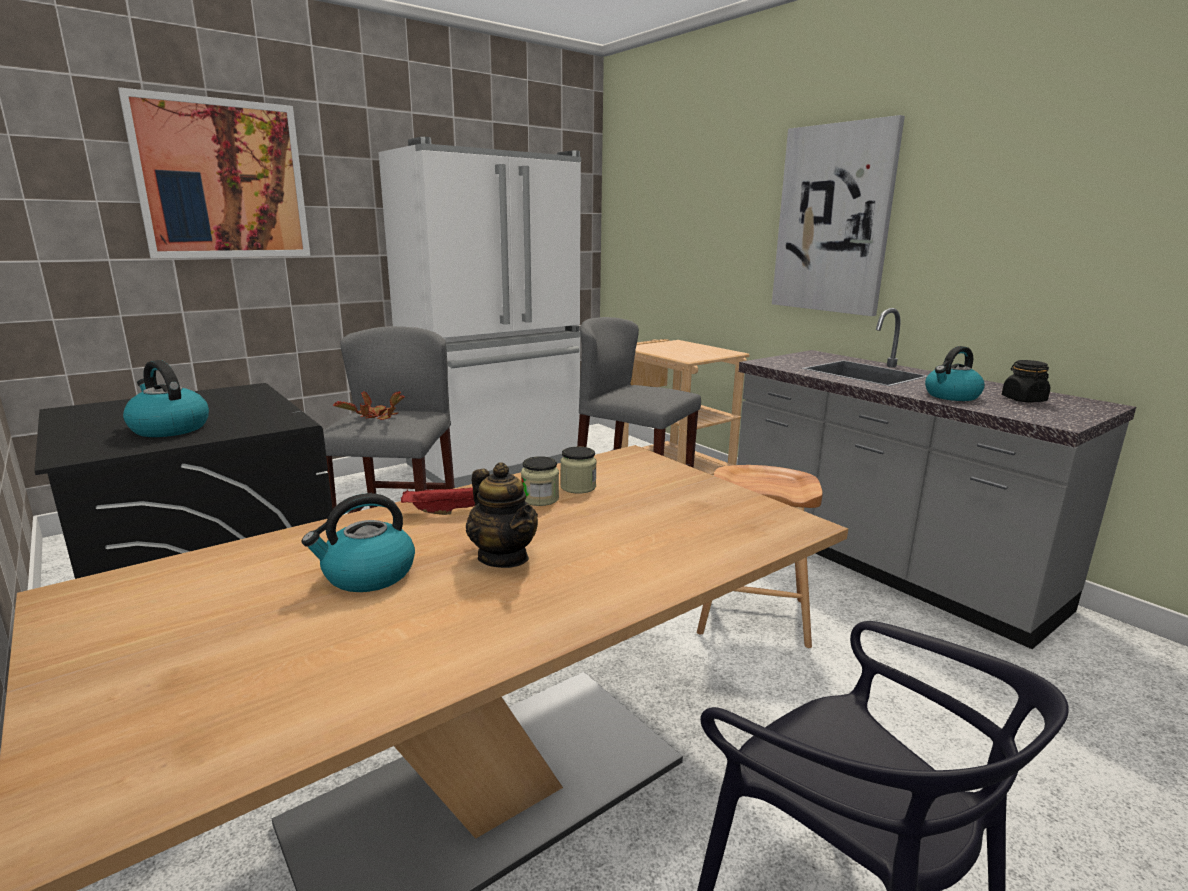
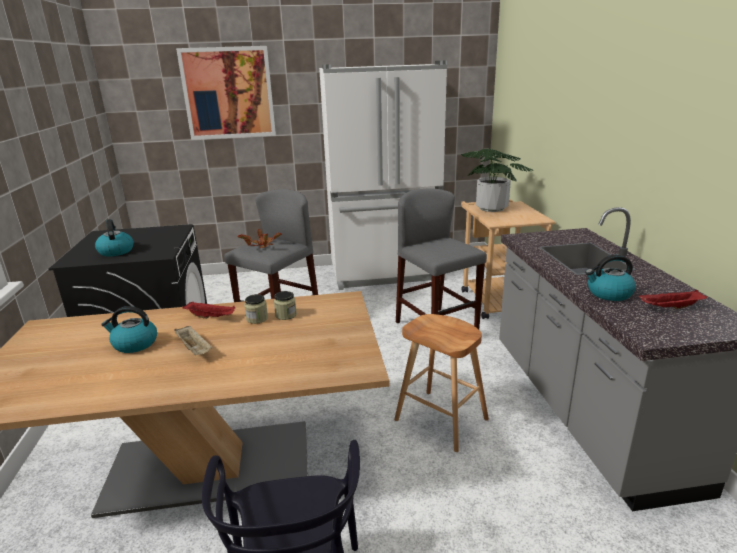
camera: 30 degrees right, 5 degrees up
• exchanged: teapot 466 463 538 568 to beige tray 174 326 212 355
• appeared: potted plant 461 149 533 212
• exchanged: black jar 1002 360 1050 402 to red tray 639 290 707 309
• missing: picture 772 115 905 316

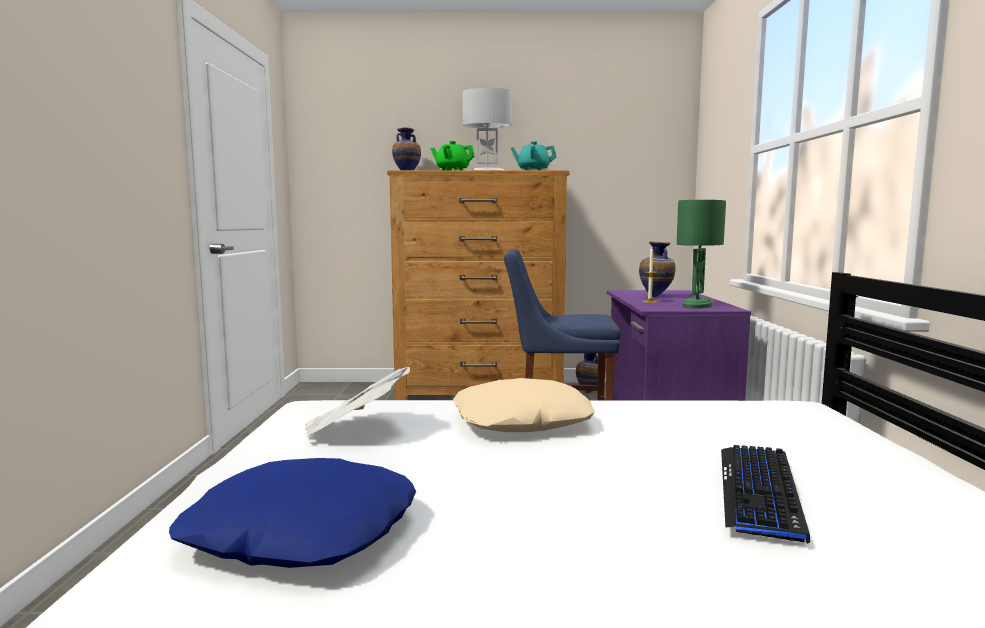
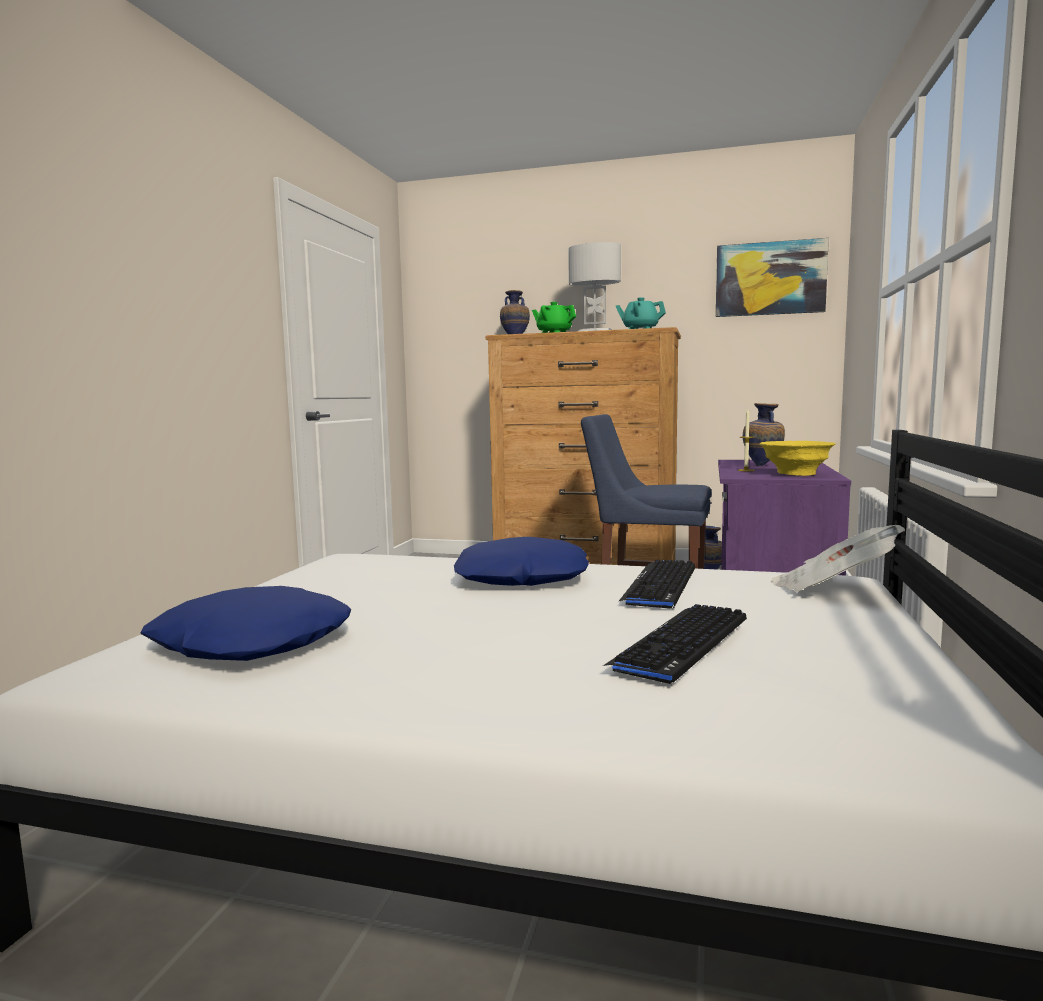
camera: 15 degrees right, 0 degrees up
• colour: beige pillow 453 378 595 432 to blue pillow 454 537 589 586
• appeared: keyboard 618 560 696 609
• appeared: picture 716 238 829 317
• exchanged: green table lamp 677 200 726 308 to yellow bowl 760 441 835 476
• relocated: newspaper 305 367 410 437 to 771 525 905 592

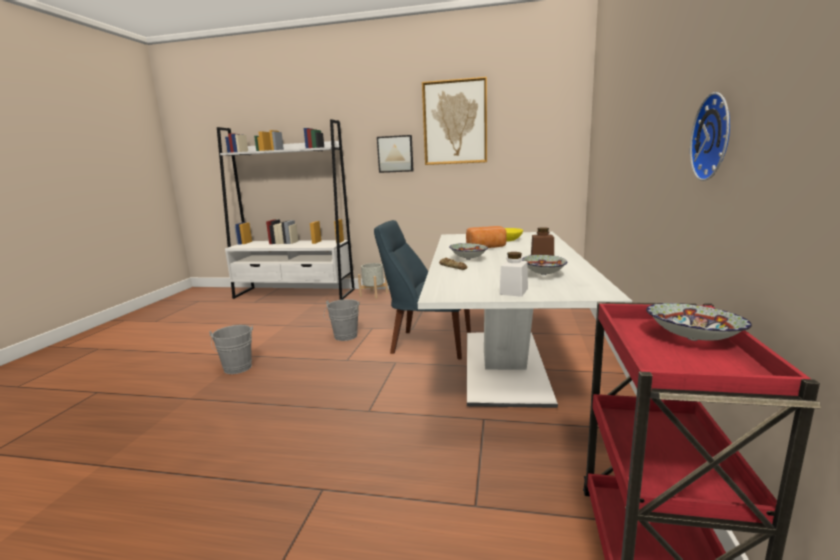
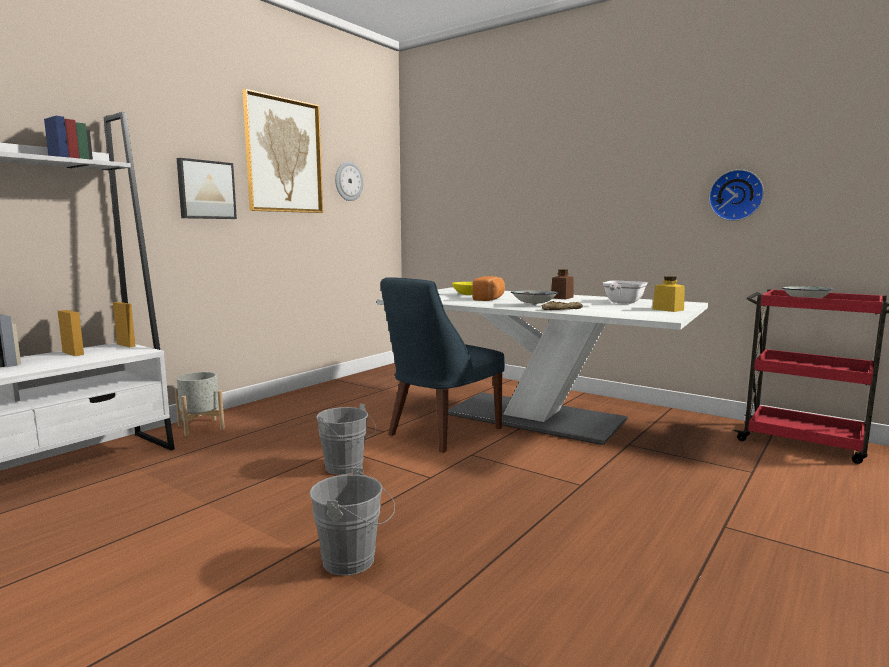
camera: 65 degrees left, 5 degrees down
• appeared: wall clock 335 161 363 201
• exchanged: bowl 522 255 567 275 to frying pan 603 281 648 304
• colour: white jar 499 252 528 297 to yellow jar 652 276 685 312

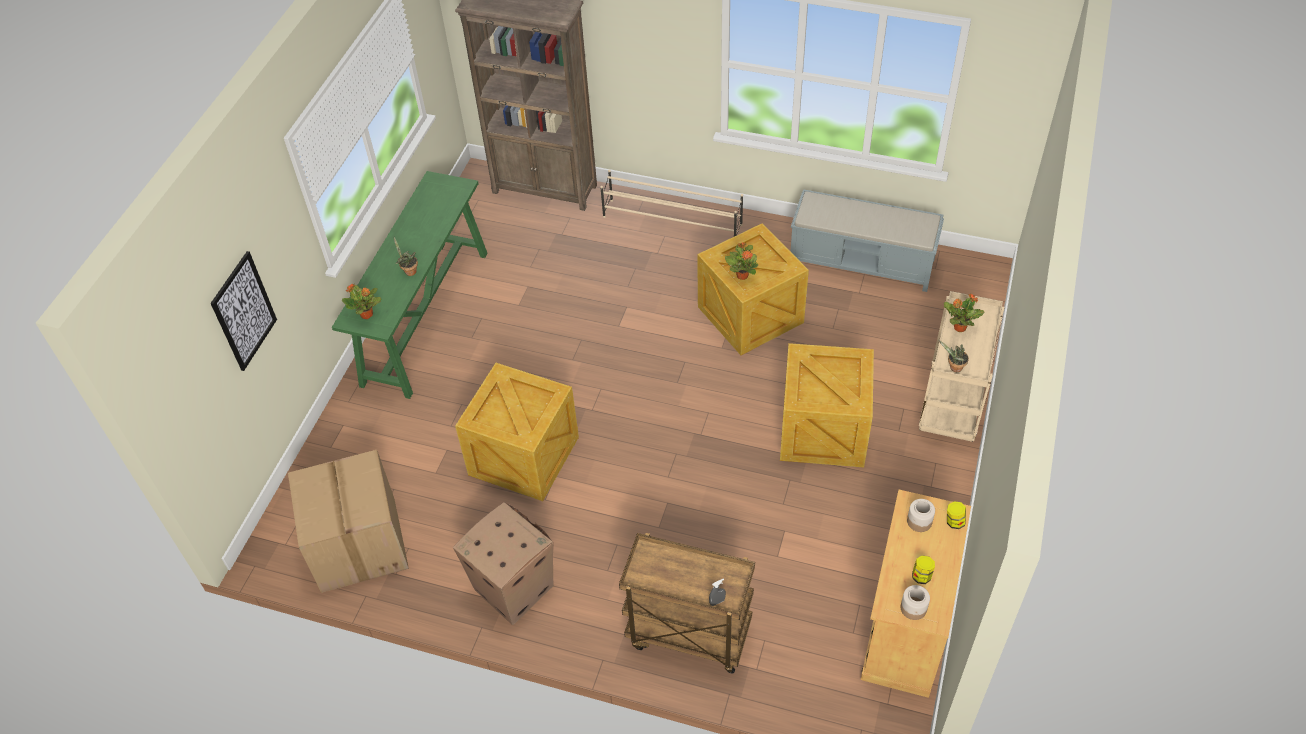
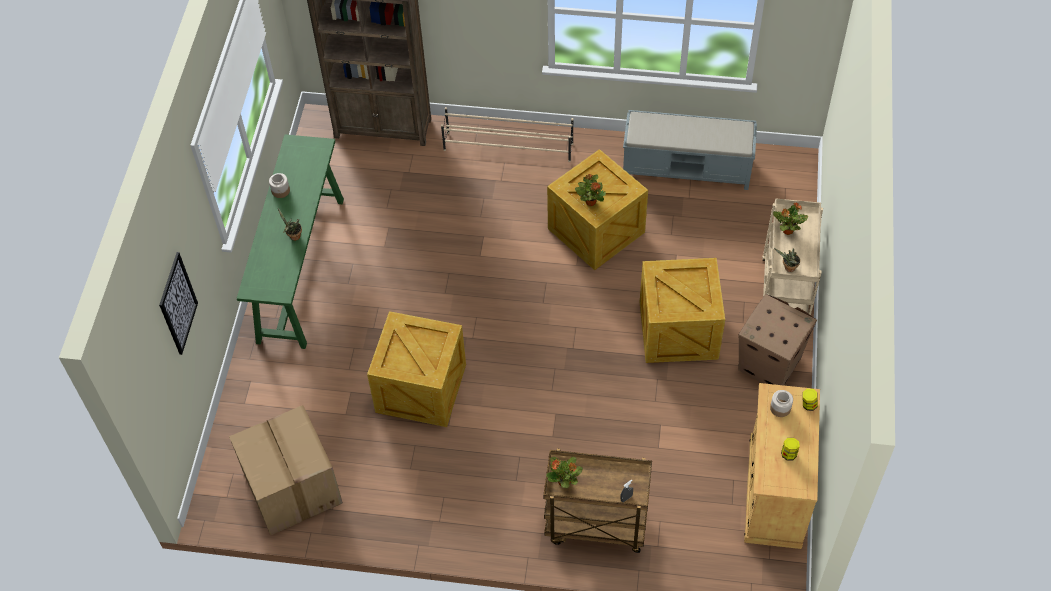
camera: 10 degrees left, 5 degrees up
• relocated: jar 901 585 930 620 to 269 173 290 198
• relocated: potted plant 342 284 382 319 to 546 457 583 488
• relocated: cardboard box 453 502 554 625 to 738 294 817 386

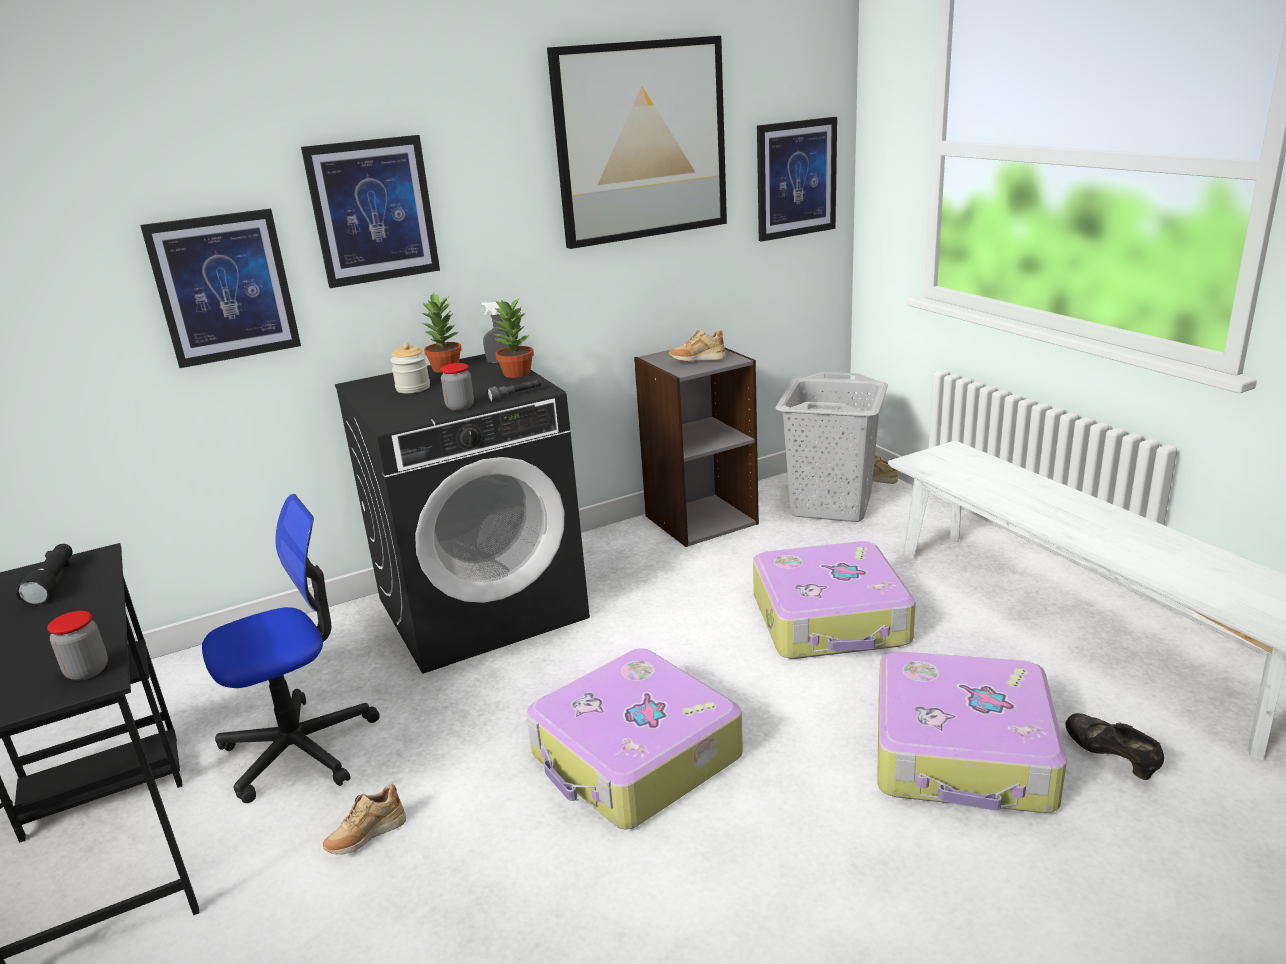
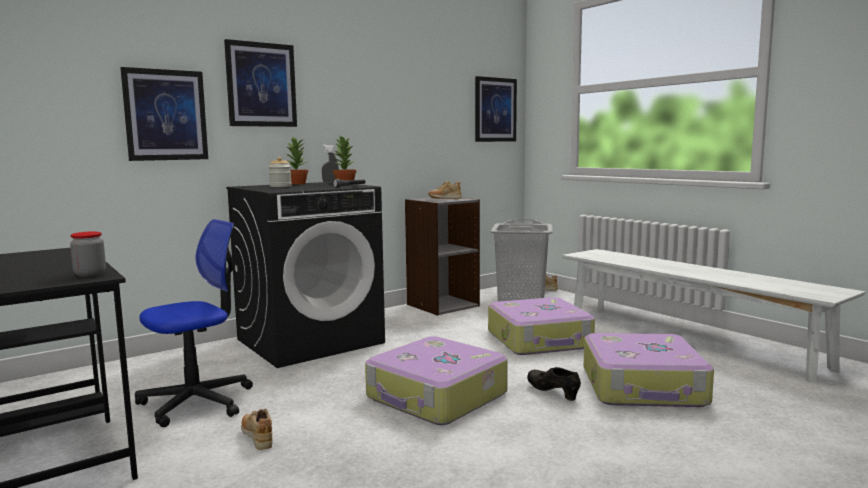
camera: 10 degrees left, 15 degrees down
• spun: beige shoe 323 783 406 855 = 241 409 273 450 105 degrees clockwise
• relocated: black shoe 1066 713 1164 780 to 527 367 581 401
• missing: black flashlight 16 544 73 607
• missing: jar 440 363 474 411
• missing: picture 547 36 727 249

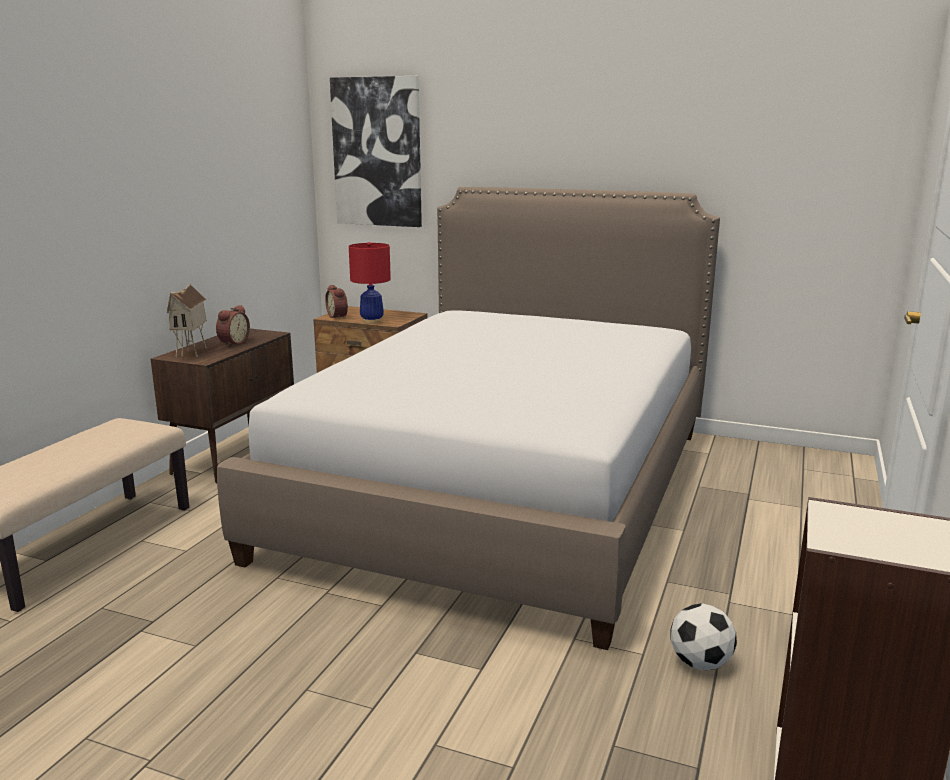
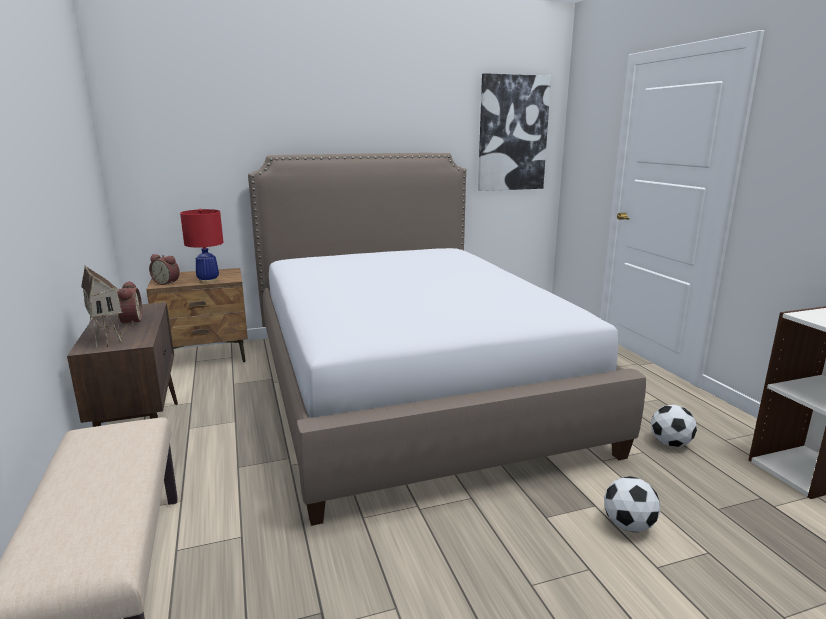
camera: 40 degrees left, 0 degrees up
• relocated: picture 330 76 422 227 to 478 73 551 191
• appeared: football 604 476 661 532

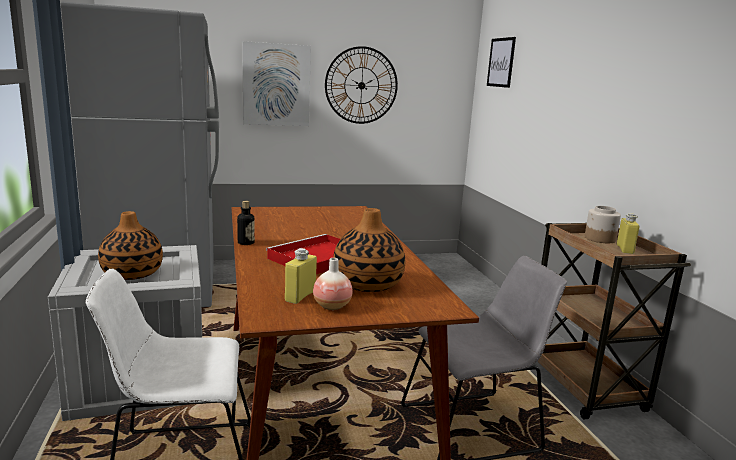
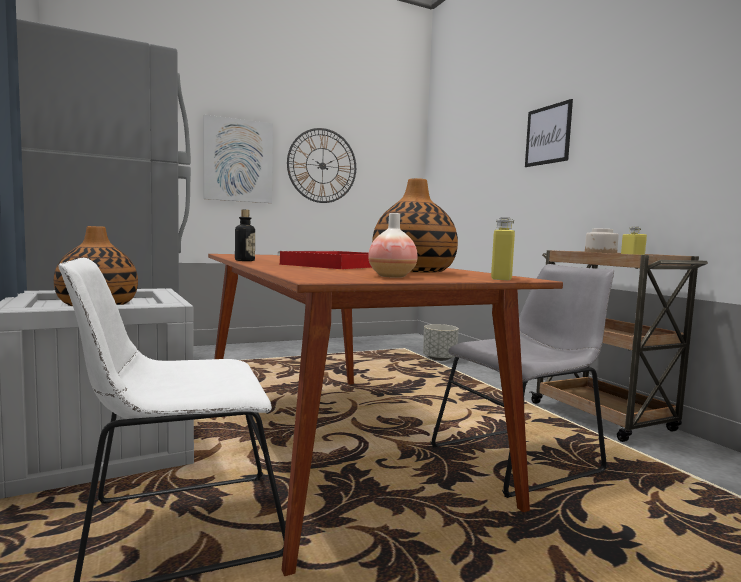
camera: 10 degrees left, 10 degrees down
• appeared: grey planter 423 324 459 361
• relocated: yellow bottle 285 248 317 304 to 491 217 515 280
• relocated: picture 487 37 516 88 to 525 99 573 167

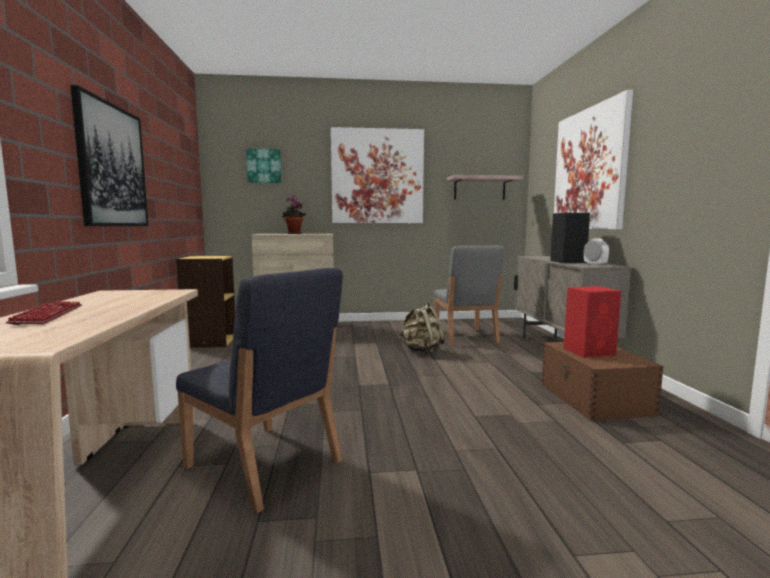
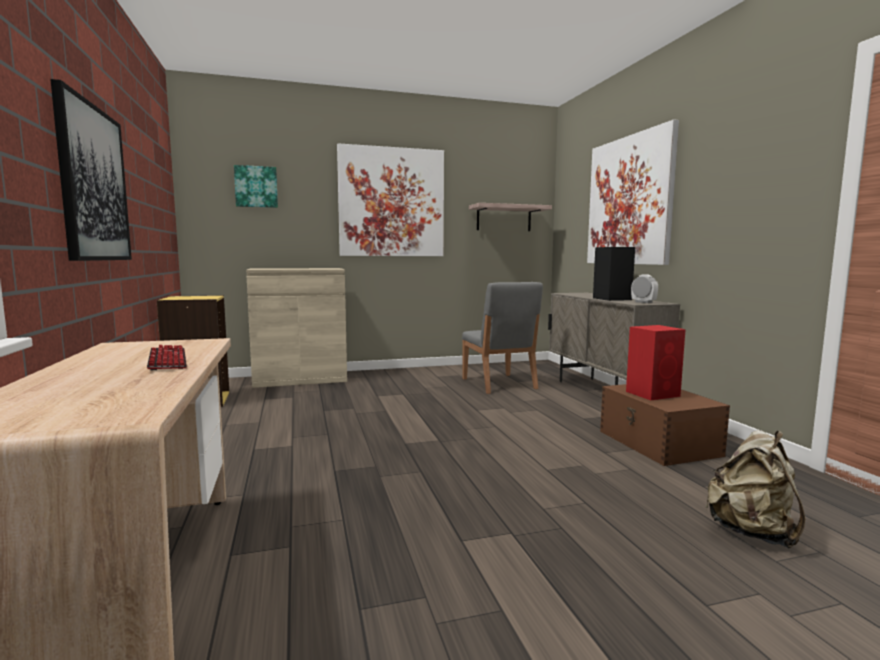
camera: 10 degrees left, 0 degrees up
• relocated: keyboard 6 301 82 325 to 147 345 187 371
• relocated: beige backpack 400 302 445 354 to 705 430 805 549
• missing: blue chair 176 268 343 513
• missing: potted plant 282 195 306 234

